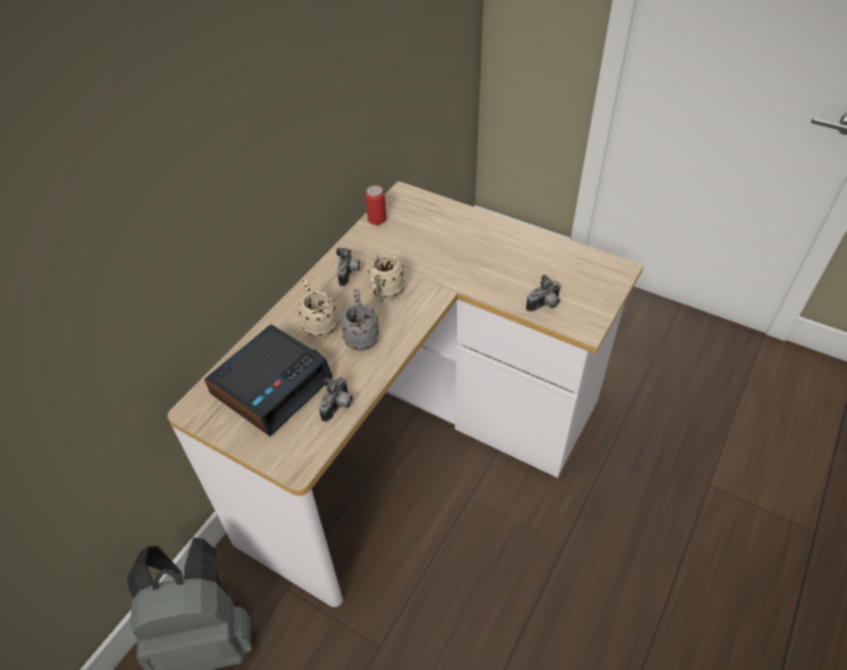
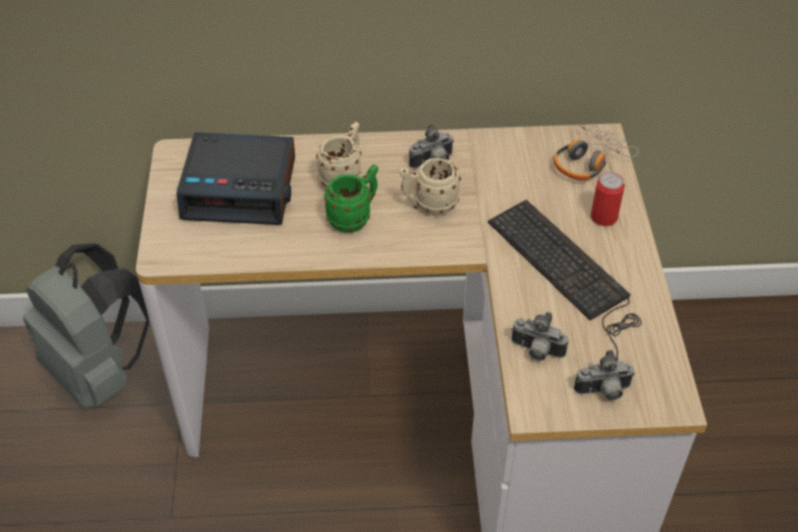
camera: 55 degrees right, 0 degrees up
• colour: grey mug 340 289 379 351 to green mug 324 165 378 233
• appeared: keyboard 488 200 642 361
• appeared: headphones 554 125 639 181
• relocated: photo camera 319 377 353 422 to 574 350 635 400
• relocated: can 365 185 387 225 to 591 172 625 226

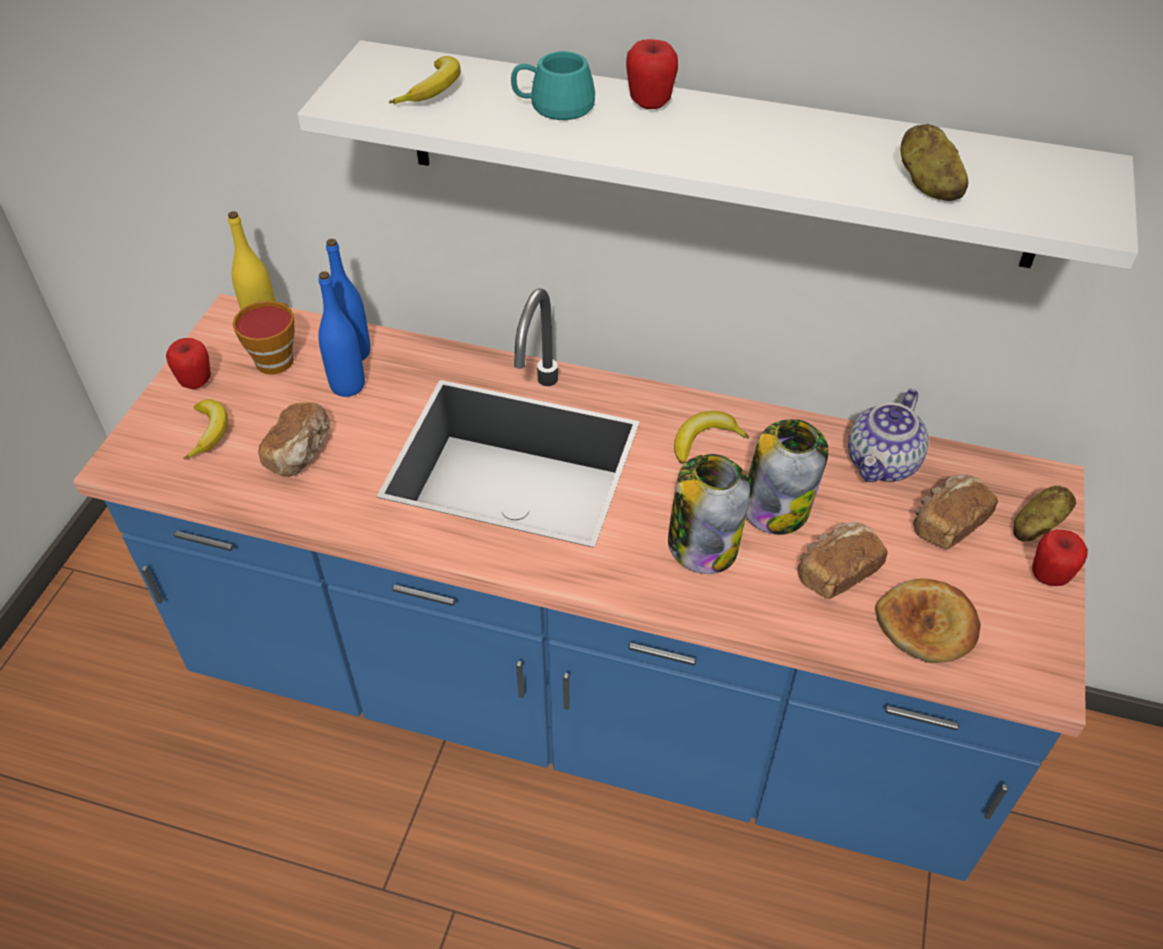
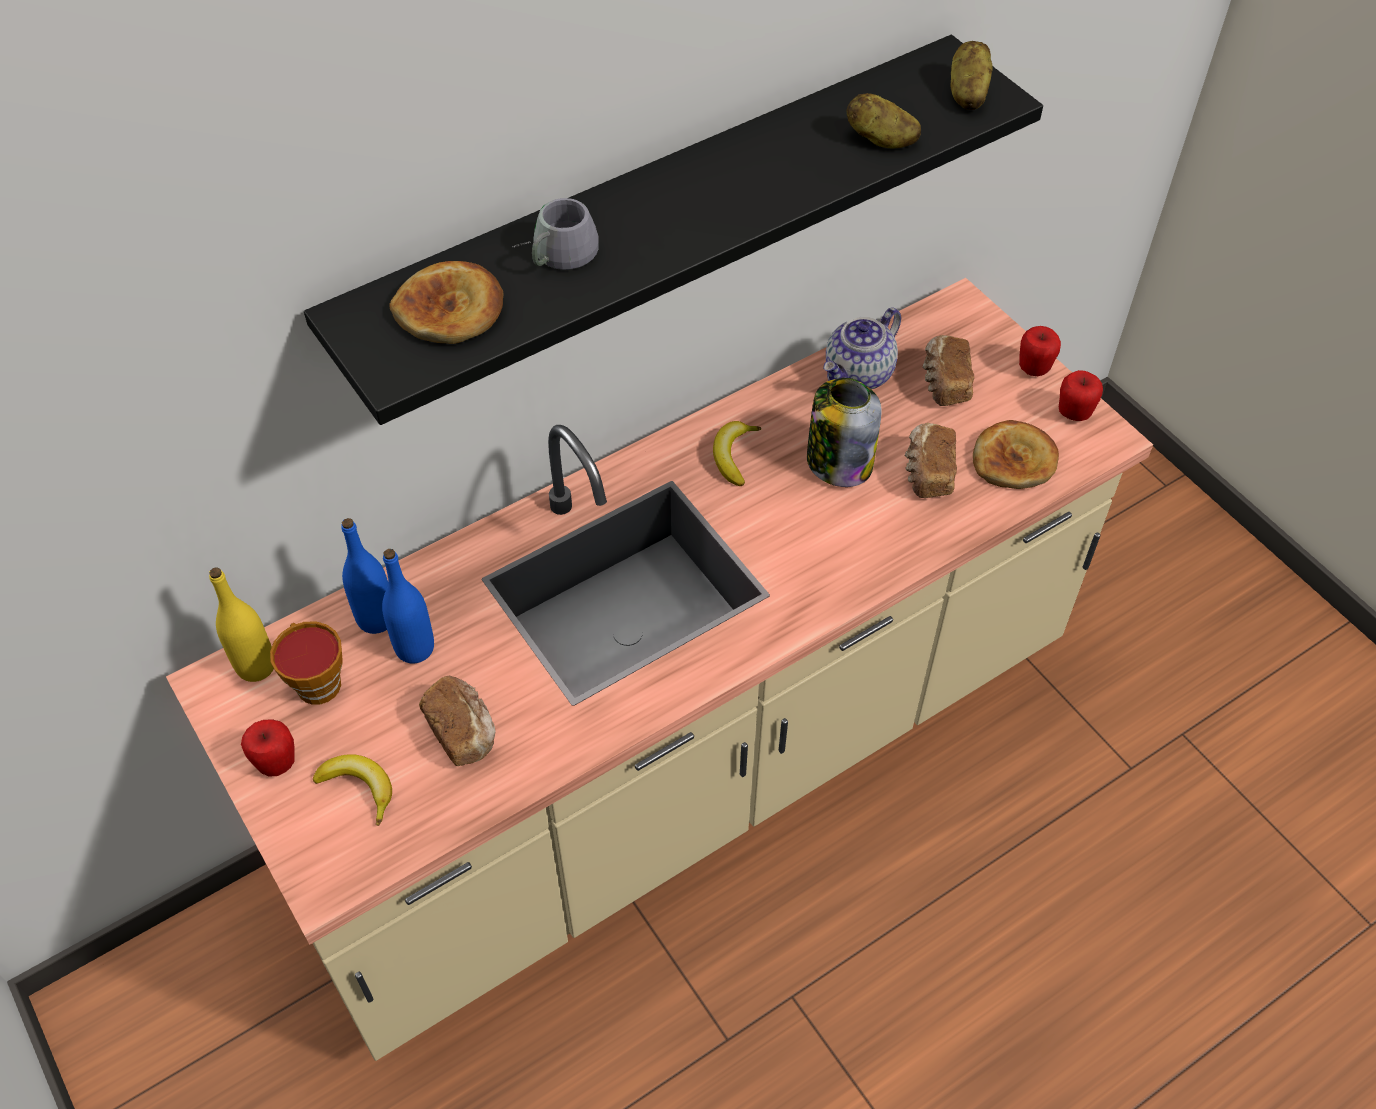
camera: 50 degrees left, 5 degrees up
• colour: blue counter 73 288 1085 881 to beige counter 166 278 1153 1061
• colour: white shelf 297 40 1138 270 to black shelf 304 35 1043 425
• exchanged: banana 389 56 461 104 to bread 389 261 504 344
• colour: turquoise mug 511 51 595 120 to grey mug 512 198 599 270
• spun: teapot 848 389 929 482 = 823 307 901 389 60 degrees clockwise
• relocated: potato 1013 486 1076 541 to 951 41 993 110
• relocated: apple 626 39 678 109 to 1059 370 1103 421
• missing: jar 668 454 750 574

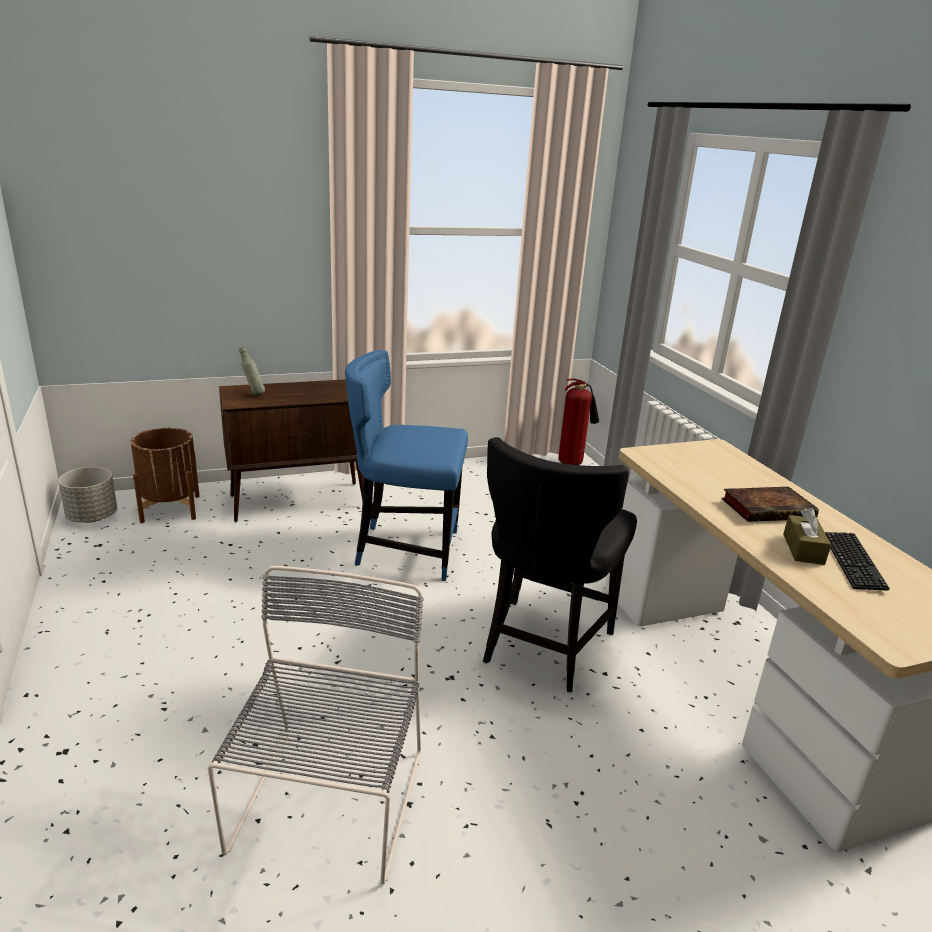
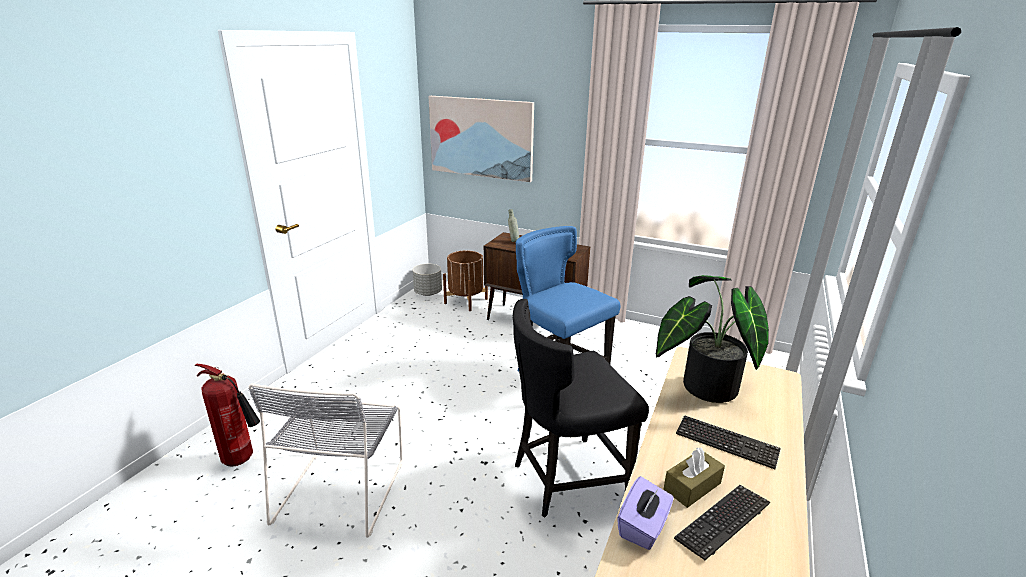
camera: 45 degrees right, 0 degrees up
• relocated: fire extinguisher 558 378 599 465 to 194 364 260 466
• spun: grey chair 208 566 424 884 = 249 383 403 538 135 degrees clockwise
• appeared: picture 428 96 534 182
• appeared: purple tissue box 617 476 674 550
• appeared: potted plant 656 275 769 403
• exchanged: book 721 487 819 522 to keyboard 676 415 781 469

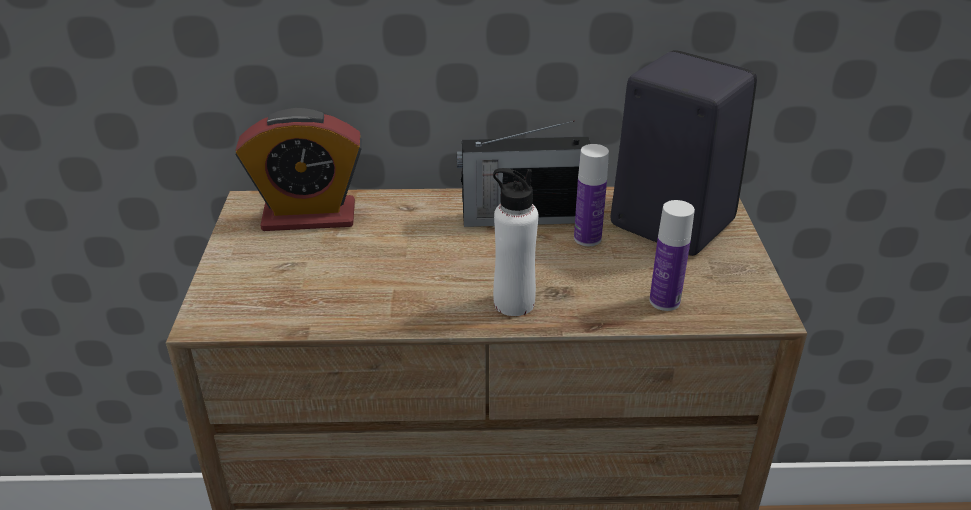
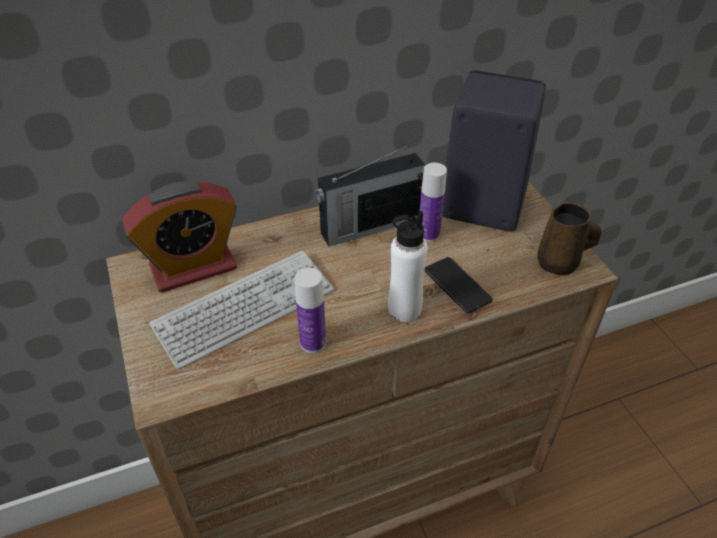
camera: 20 degrees left, 10 degrees up
• appeared: keyboard 149 251 334 370
• relocated: bottle 649 200 695 311 to 295 268 326 353
• appeared: phone 424 257 493 314
• appeared: brown mug 537 202 602 275

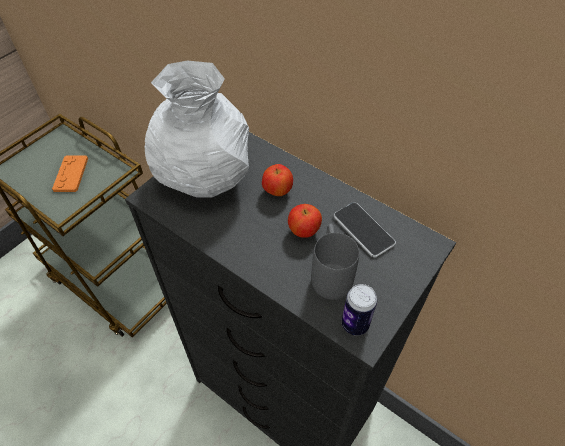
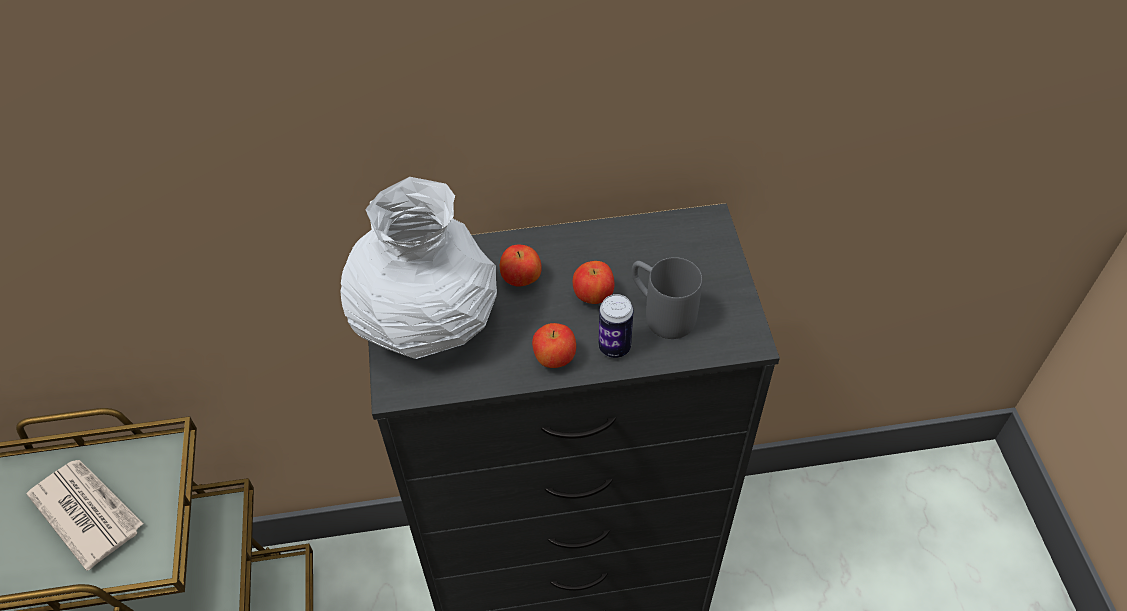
camera: 45 degrees left, 0 degrees up
• exchanged: orange game controller 52 155 88 192 to newspaper 26 460 144 571
• appeared: apple 532 323 576 368
• relocated: can 342 284 377 336 to 599 294 634 358
• missing: phone 334 202 396 257

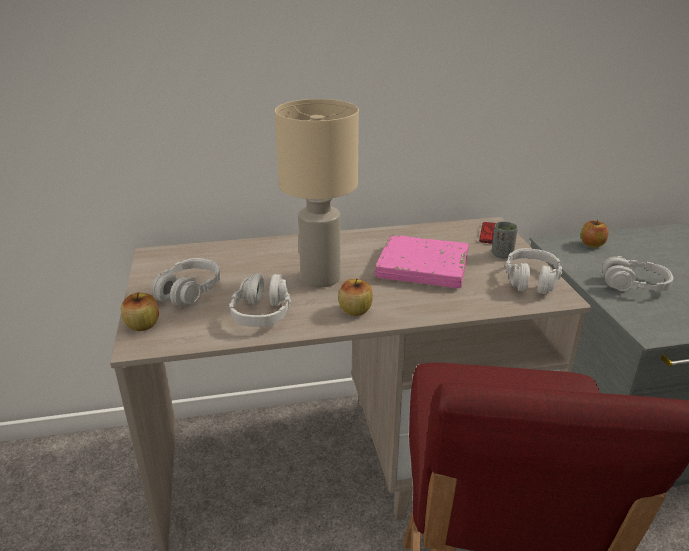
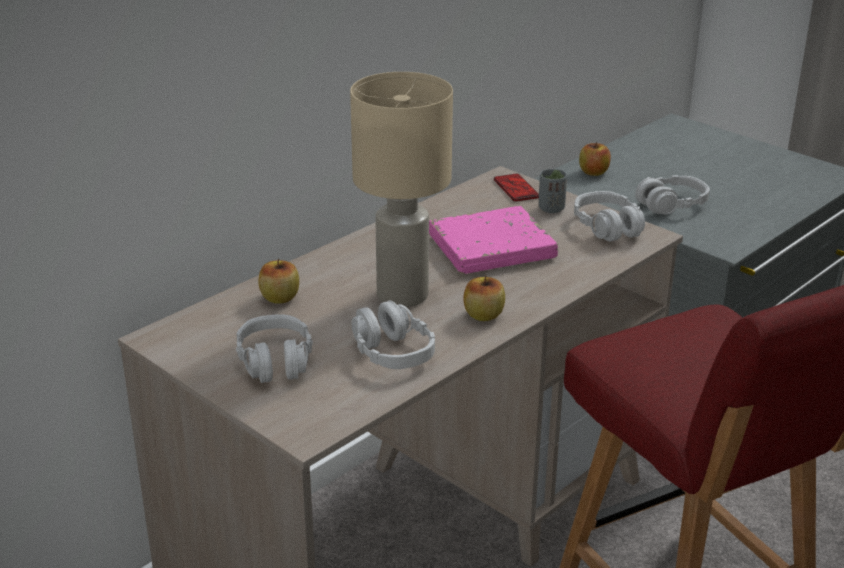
camera: 35 degrees left, 0 degrees up
• relocated: apple 121 292 159 331 to 259 258 299 304

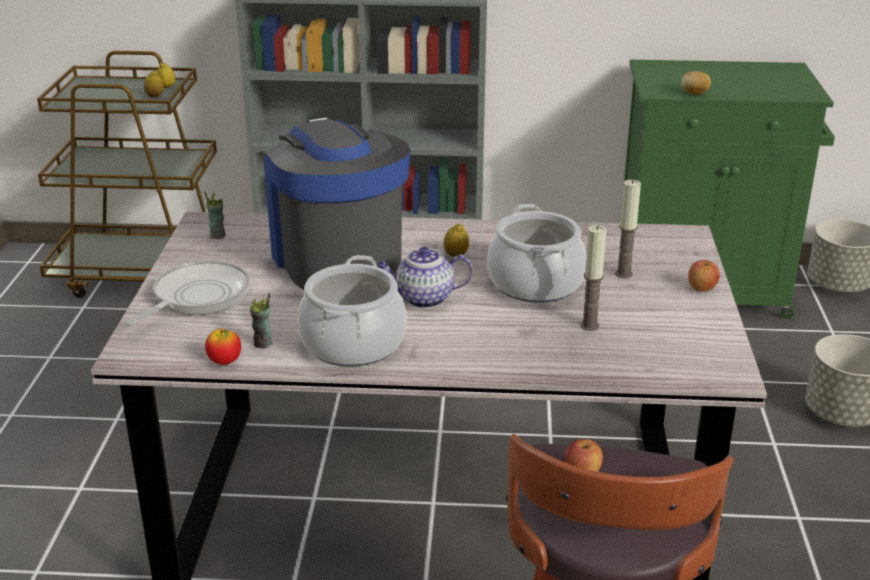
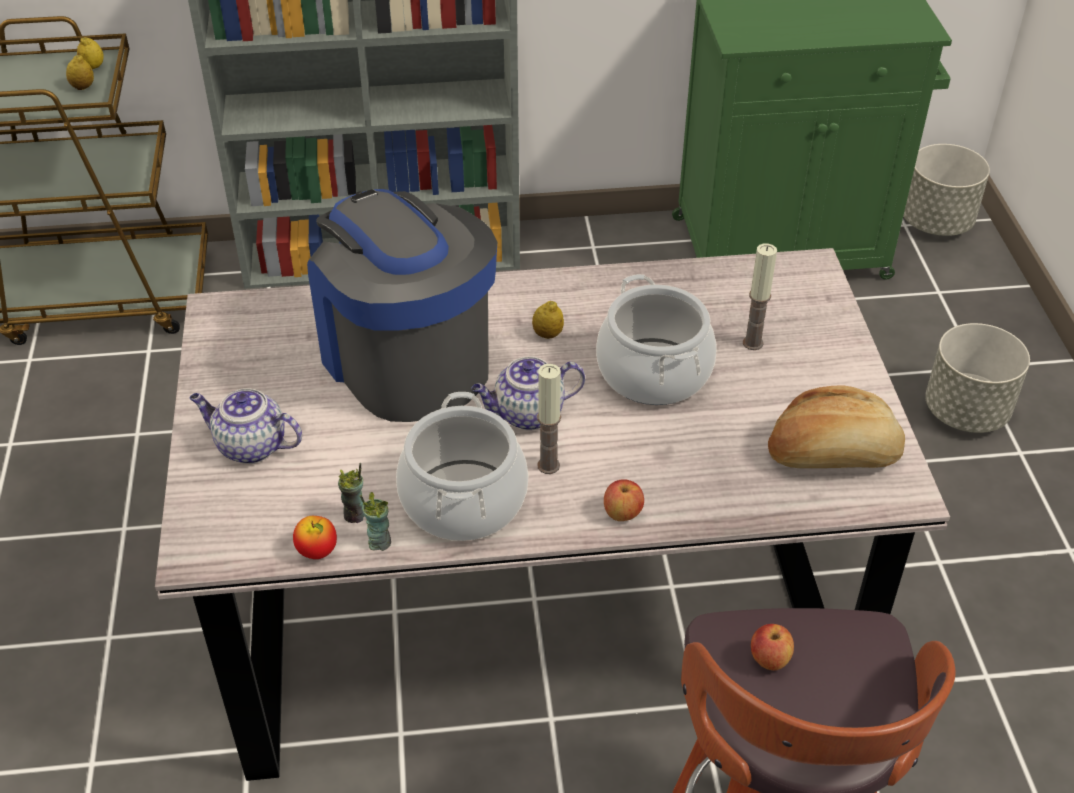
camera: 10 degrees left, 15 degrees up
• exchanged: frying pan 127 261 250 326 to teapot 189 388 302 464
• relocated: cup 204 191 225 239 to 360 492 391 551
• relocated: candle 580 225 607 331 to 537 364 561 474
• relocated: apple 688 260 720 292 to 604 479 644 521
• appeared: bread 768 385 905 468
• missing: potato 681 71 711 94

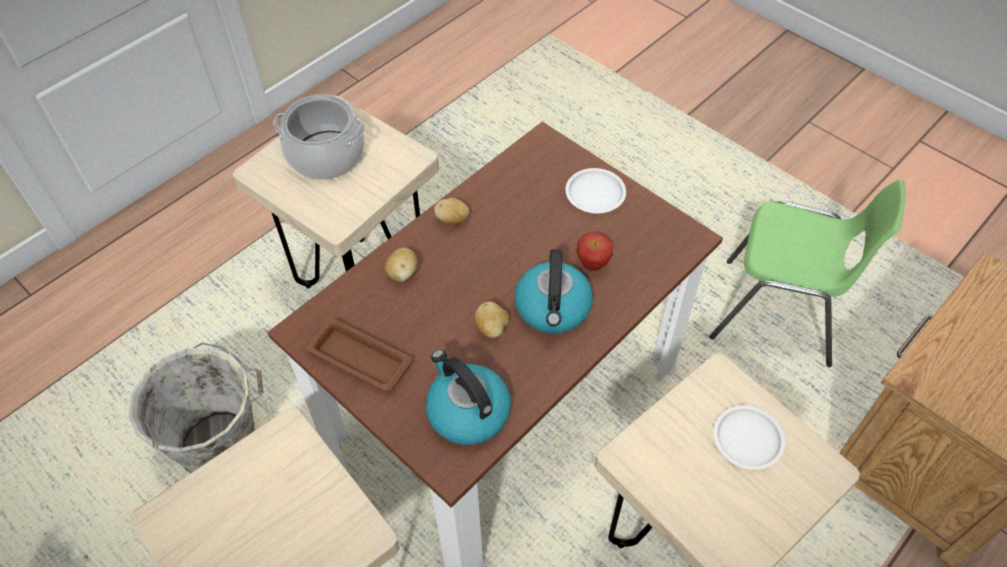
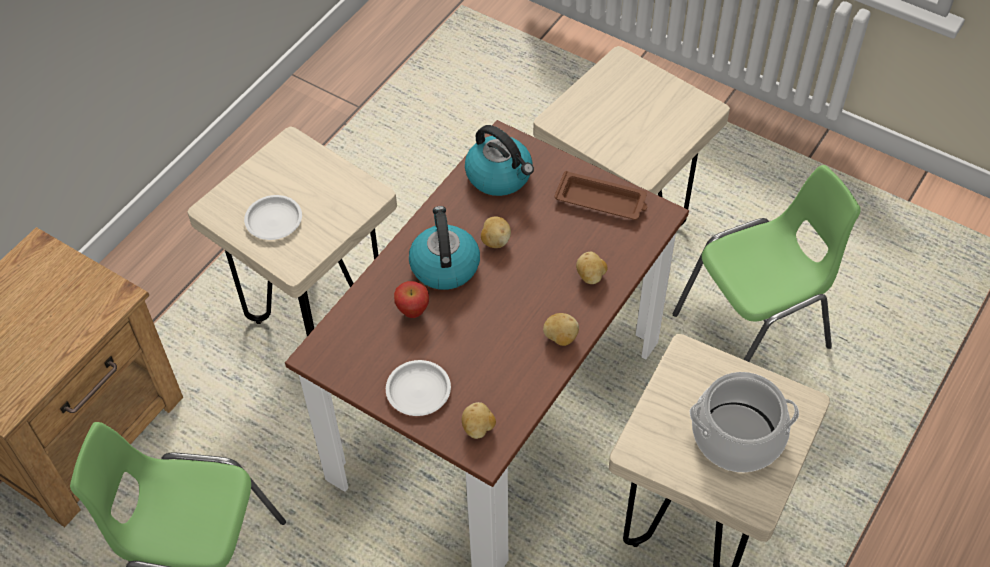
camera: 170 degrees right, 0 degrees up
• appeared: potato 462 402 496 439
• exchanged: grey bucket 129 342 264 473 to green chair 673 165 861 362

